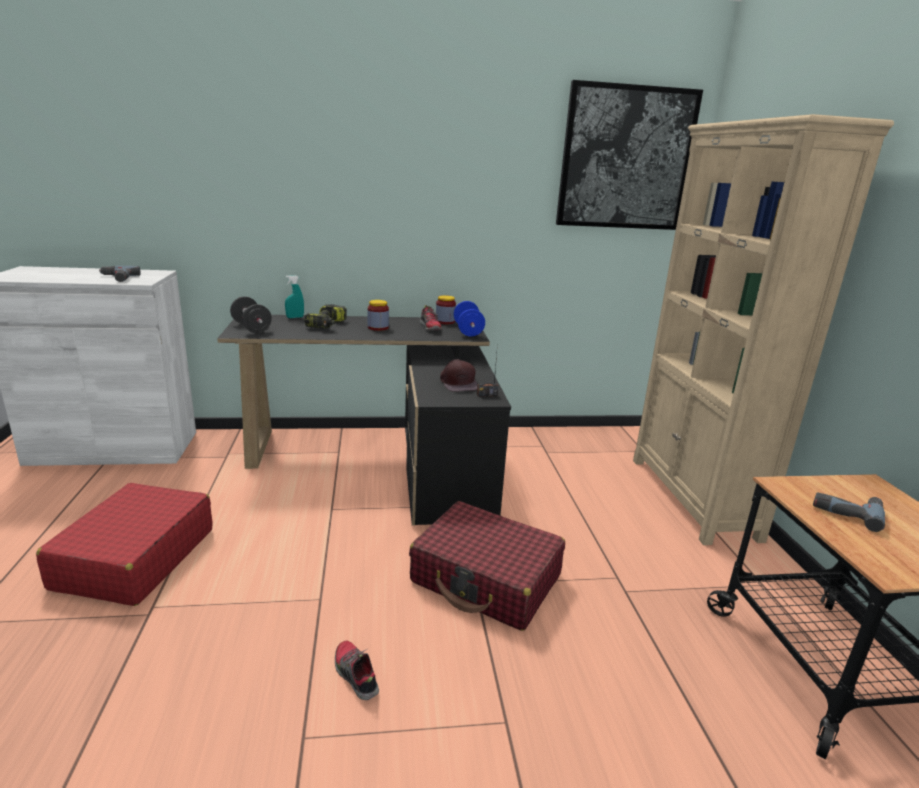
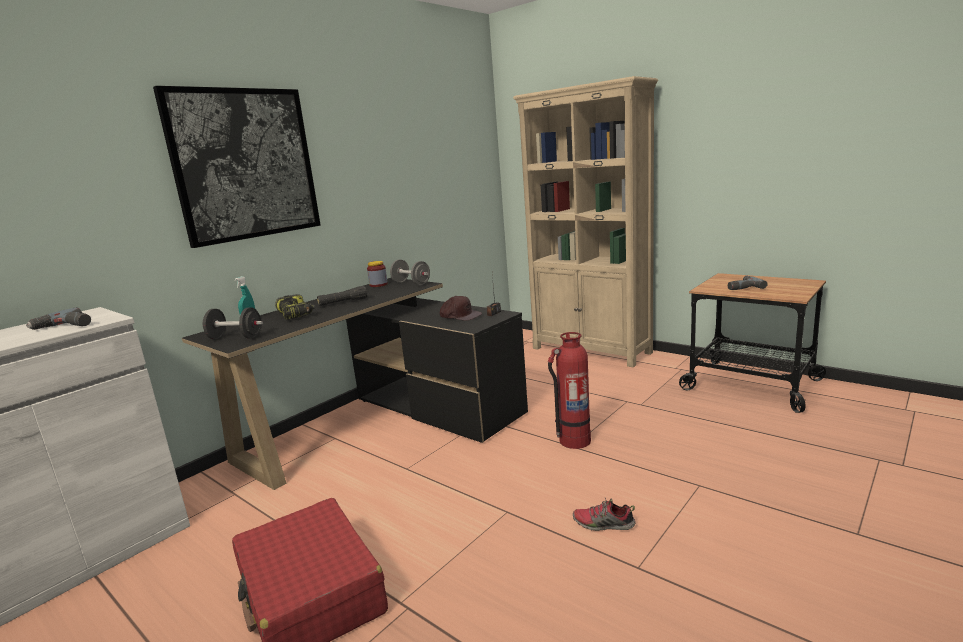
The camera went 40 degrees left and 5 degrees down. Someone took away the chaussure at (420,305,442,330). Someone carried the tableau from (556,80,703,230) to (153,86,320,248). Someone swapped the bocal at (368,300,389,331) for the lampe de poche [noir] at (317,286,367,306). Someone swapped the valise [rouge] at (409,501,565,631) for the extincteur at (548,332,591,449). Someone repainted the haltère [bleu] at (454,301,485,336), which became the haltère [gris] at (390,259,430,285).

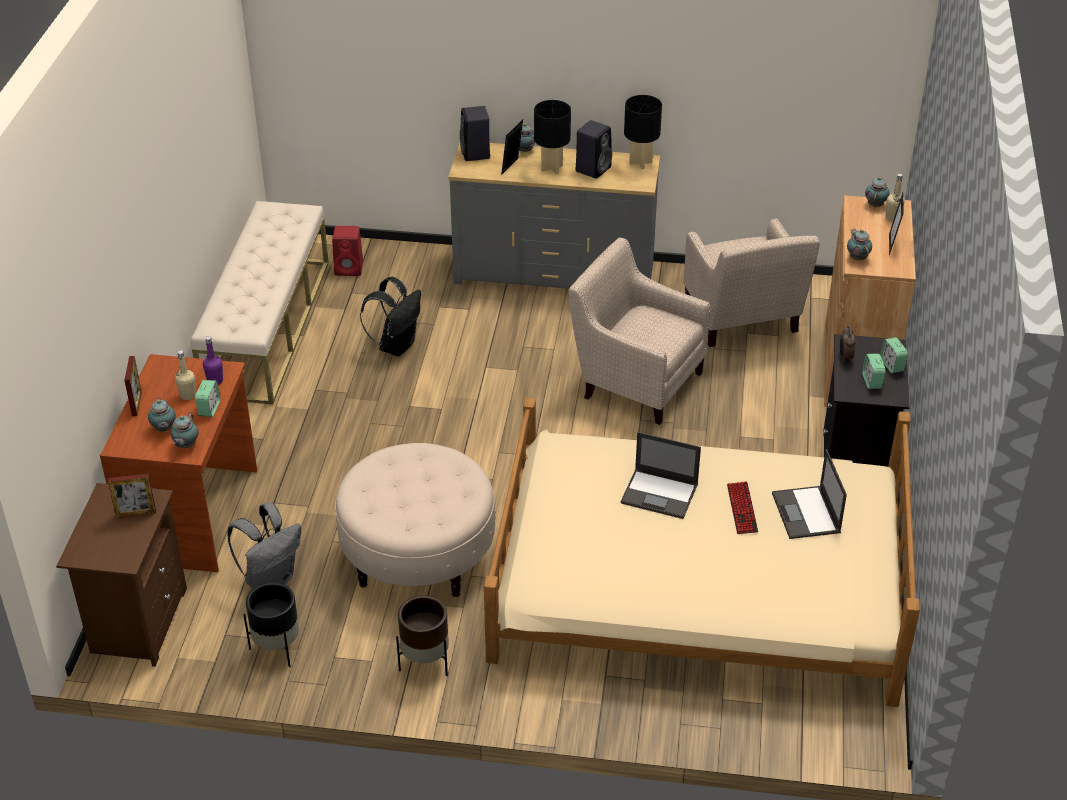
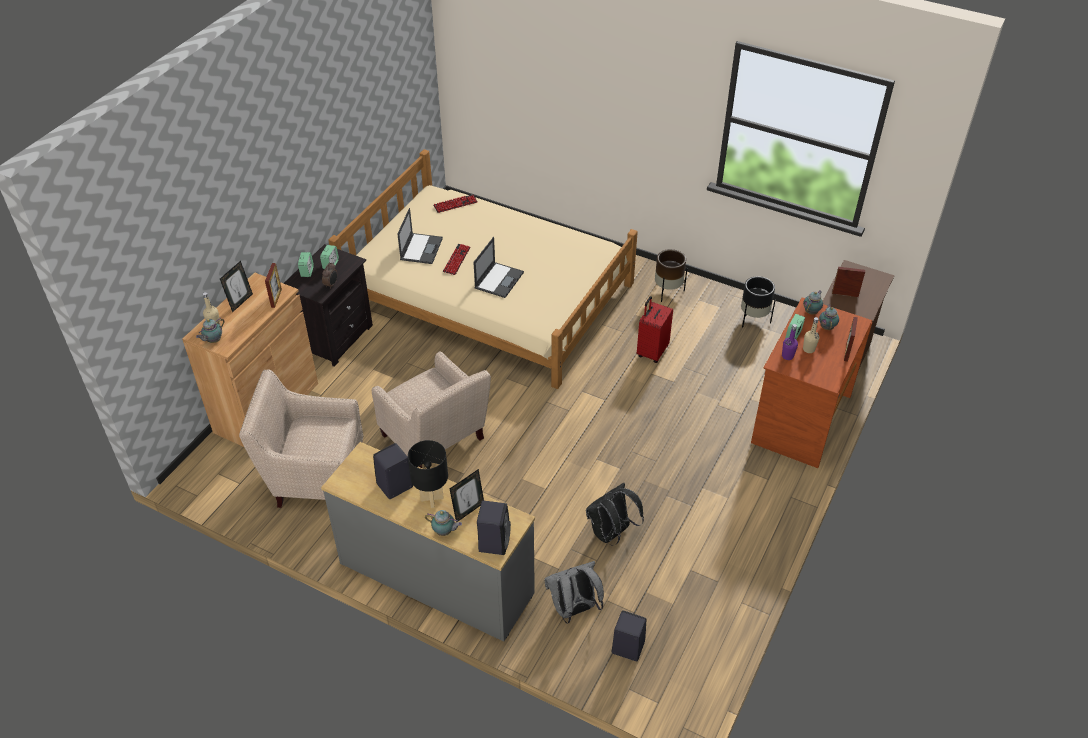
The camera went 160 degrees left and 5 degrees up. Someone took away the banc [beige] at (191,201,329,404). Someone took away the lampe de table [noir] at (624,95,662,169). Someone put down the clavier at (433,194,477,213). Someone carried the sac à dos [gris] from (227,502,301,589) to (545,561,604,623). Someone swapped the pouf [beige] at (335,443,496,597) for the valise [rouge] at (637,296,673,363). Someone swapped the théière at (847,228,872,260) for the cadre photo at (265,263,282,308). Someone repainted the enceinte [rouge] at (332,226,363,276), which became the enceinte [noir] at (612,610,646,661). Someone rotated the ordinateur portable at (621,432,701,519) by 75 degrees clockwise. Someone rotated the fauteuil [beige] at (683,218,820,347) by 90 degrees counterclockwise.

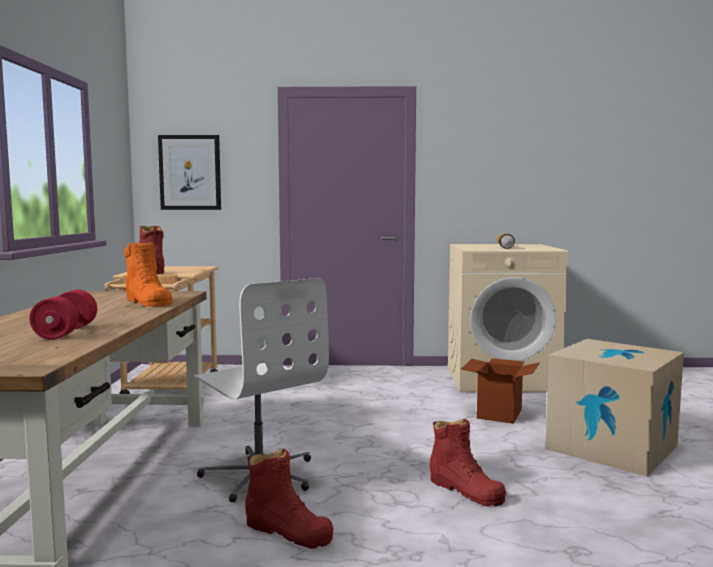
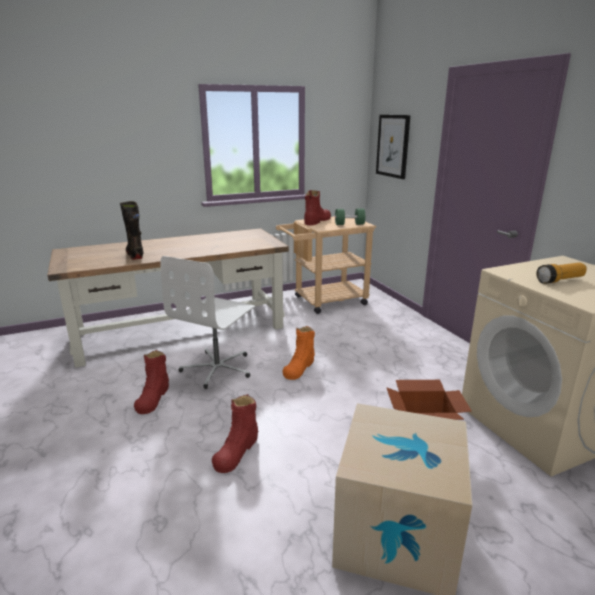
The camera went 65 degrees right and 15 degrees up. Someone put down the haltère [vert] at (335,208,365,225). Someone carried the botte [orange] from (124,242,172,307) to (282,326,315,380). Someone swapped the haltère [rouge] at (29,290,97,340) for the botte [noir] at (120,201,143,260).

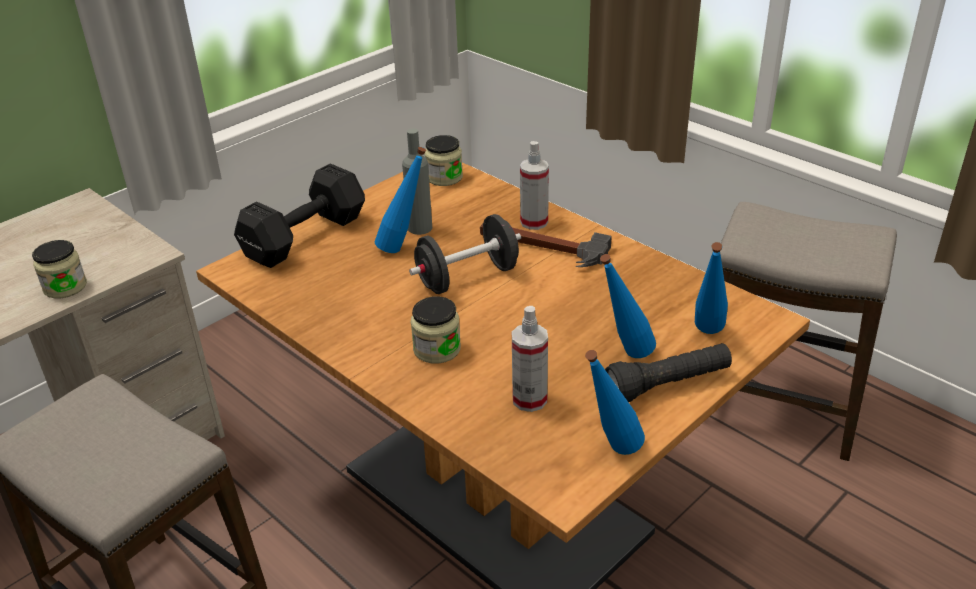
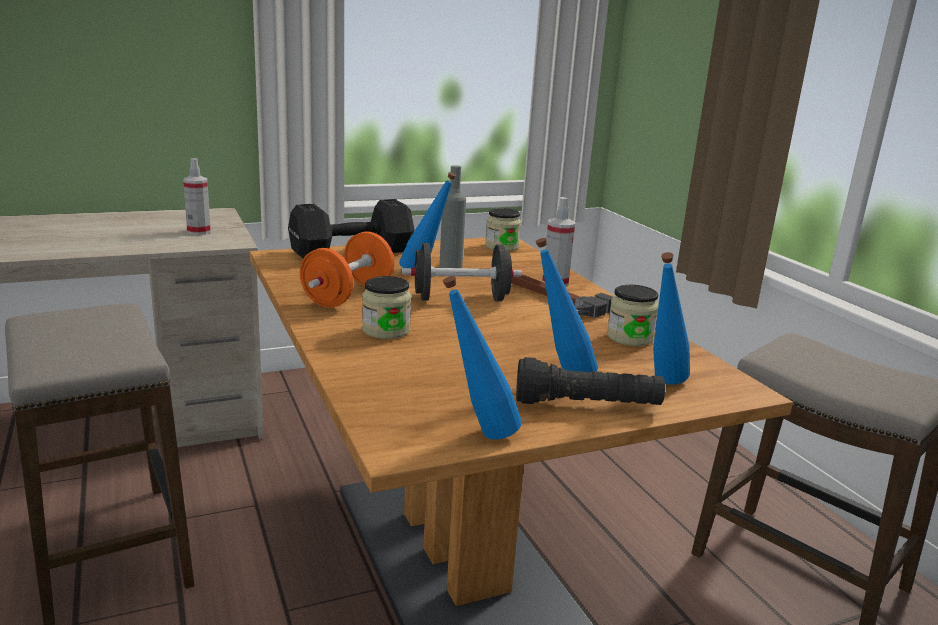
The camera went 20 degrees right and 15 degrees down. Someone put down the haltère [orange] at (300,231,394,308). Someone carried the bocal from (32,240,87,298) to (607,285,659,346). Someone carried the vaporisateur from (512,306,548,412) to (183,158,211,235).

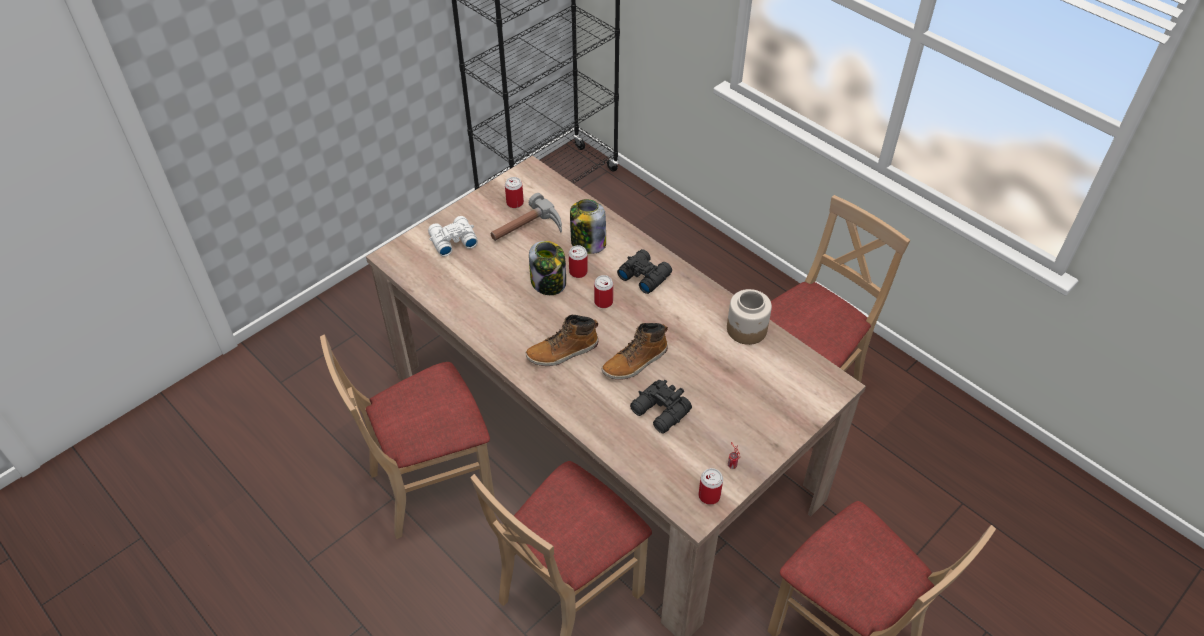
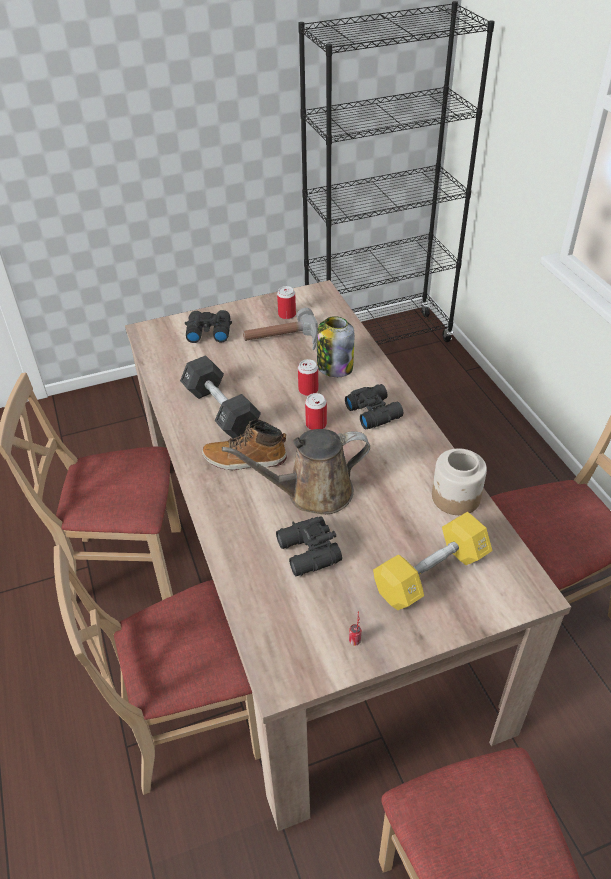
The camera went 25 degrees right and 5 degrees down. Someone took away the bocal at (529,241,566,295). Someone took away the boîte métallique at (698,468,723,505). Someone put down the haltère [noir] at (180,355,261,439). Someone put down the haltère [jaune] at (373,512,493,610). Someone swapped the botte at (602,323,668,380) for the arrosoir [marron] at (222,429,370,515). Someone repainted the jumelles [blanc] at (428,216,478,256), which became the jumelles [noir] at (185,310,232,343).

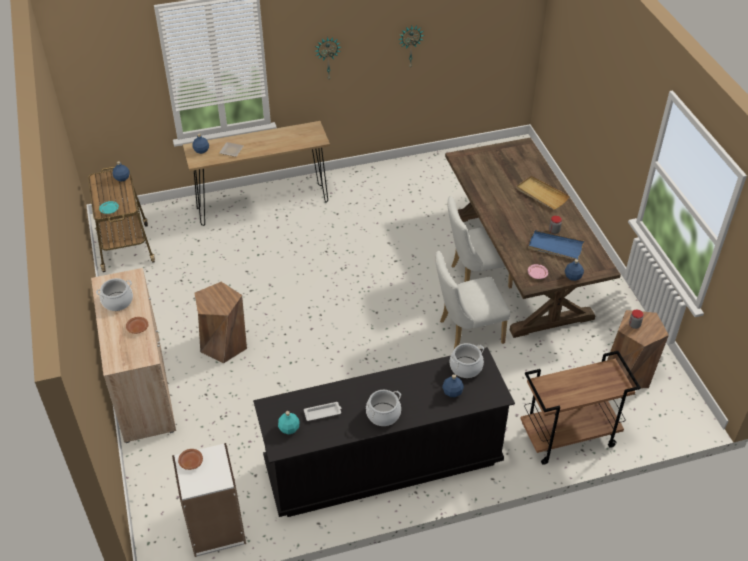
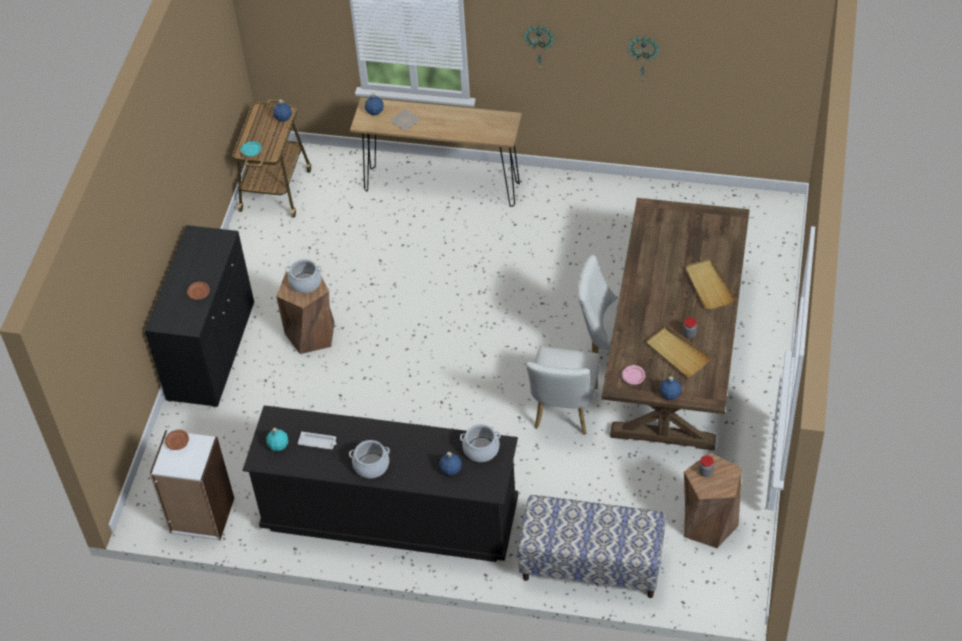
The camera went 30 degrees right and 5 degrees up. Someone carried the marmite from (96,278,133,311) to (285,259,321,293). Someone swapped the chariot [marron] at (520,351,641,465) for the banc at (518,495,666,598). Someone repainted the meuble de rangement [beige] at (91,268,176,443), which became the meuble de rangement [noir] at (145,225,254,407). Someone repainted the plateau [bleu] at (528,230,584,259), which became the plateau [beige] at (645,326,710,377). Someone rotated the chaise [blanc] at (435,251,510,349) by 90 degrees counterclockwise.

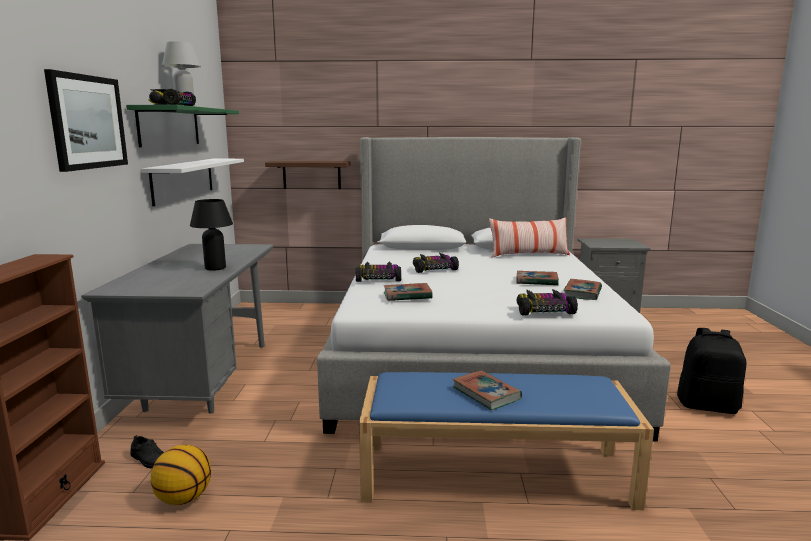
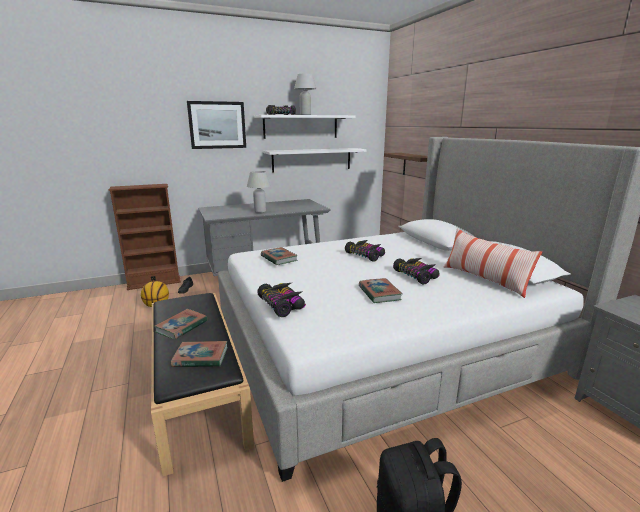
The camera went 65 degrees right and 5 degrees up. Someone carried the petite voiture from (356,261,401,282) to (393,258,439,285). Someone carried the livre from (564,279,602,300) to (171,341,228,367). Someone repainted the étagère [vert] at (126,105,239,147), which became the étagère [blanc] at (254,115,355,139). Someone repainted the lampe de table [noir] at (190,199,233,271), which became the lampe de table [blanc] at (247,171,271,213). Someone repainted the banc [bleu] at (359,372,654,510), which became the banc [noir] at (151,293,254,476).

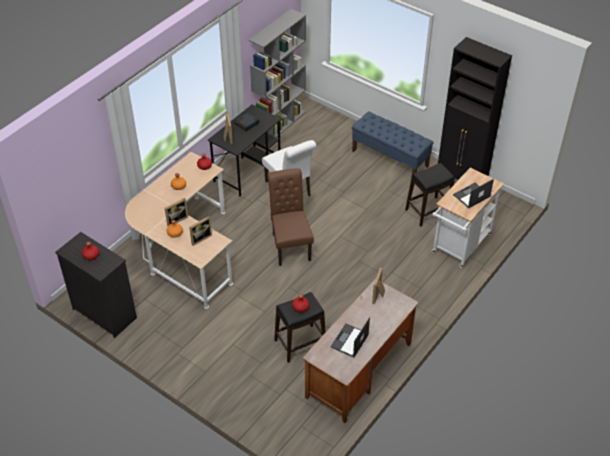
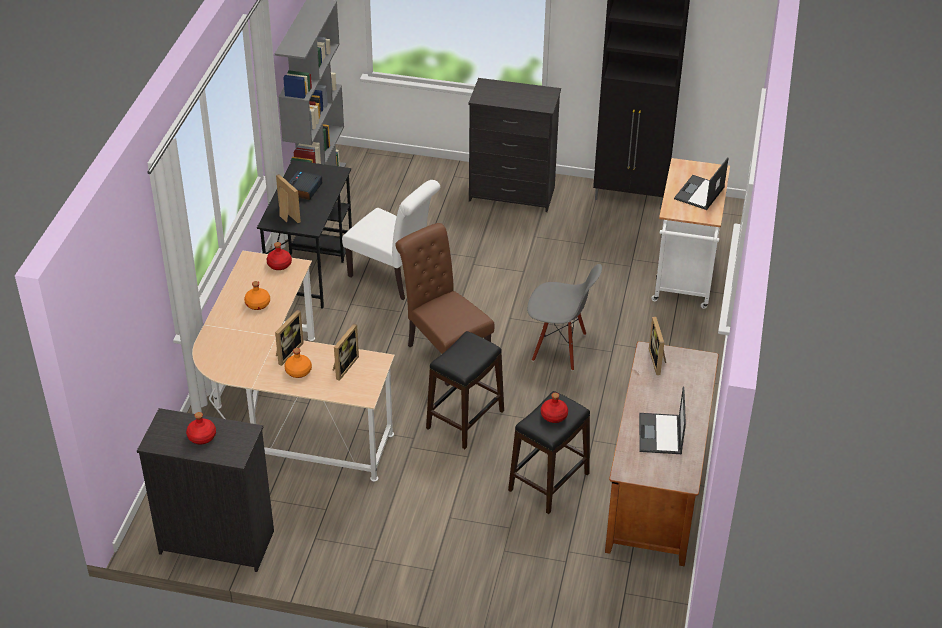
The camera went 25 degrees left and 5 degrees down. Someone put down the chaise [gris] at (527,264,602,371). Someone carried the tabouret [noir] from (405,163,455,227) to (426,331,504,449). Someone swapped the banc [bleu] at (352,111,434,174) for the commode [noir] at (469,78,561,212).

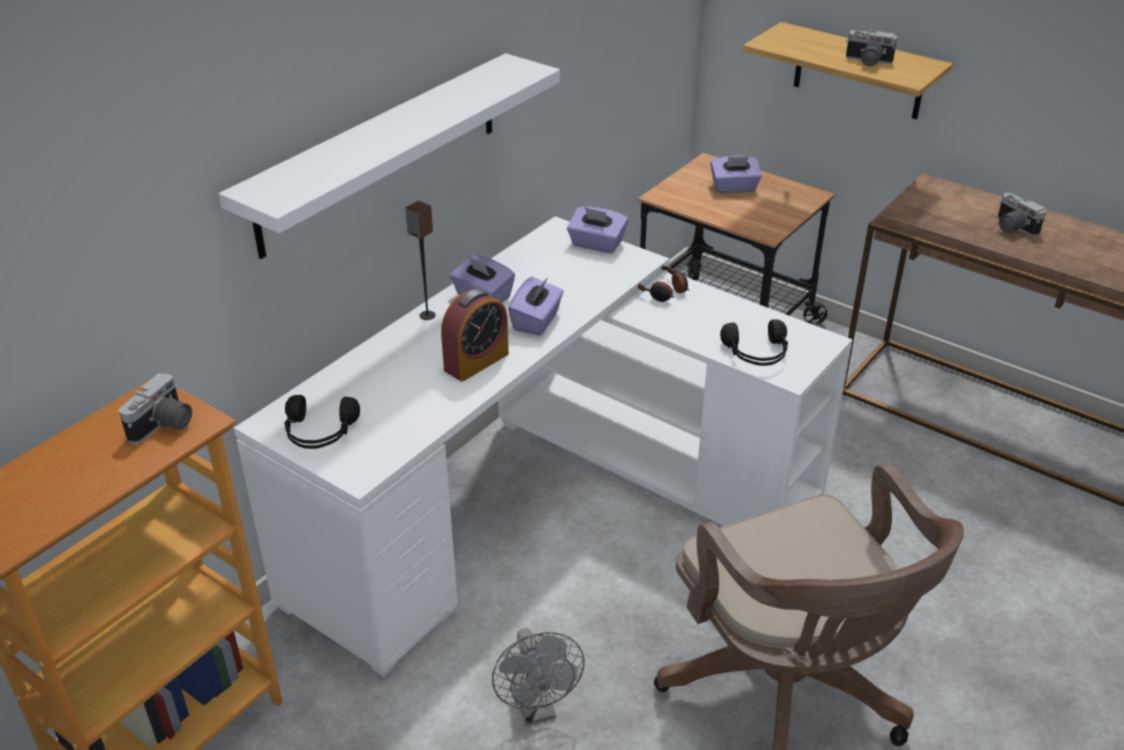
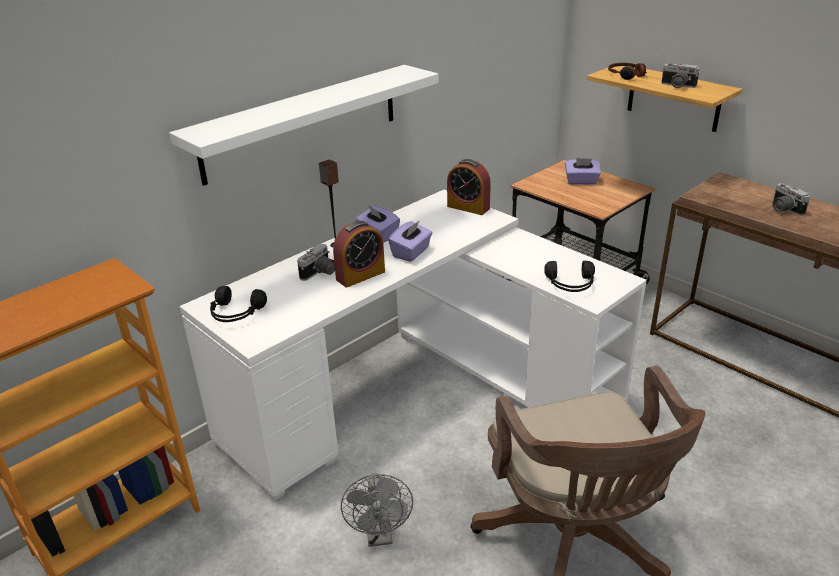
The camera went 10 degrees right and 5 degrees down. Someone carried the appareil photo from (119,373,192,444) to (297,243,335,281). Someone carried the casque audio from (638,265,689,302) to (608,63,647,80). Someone swapped the boîte à mouchoirs [violet] at (567,206,628,253) for the réveil at (447,159,491,215).

